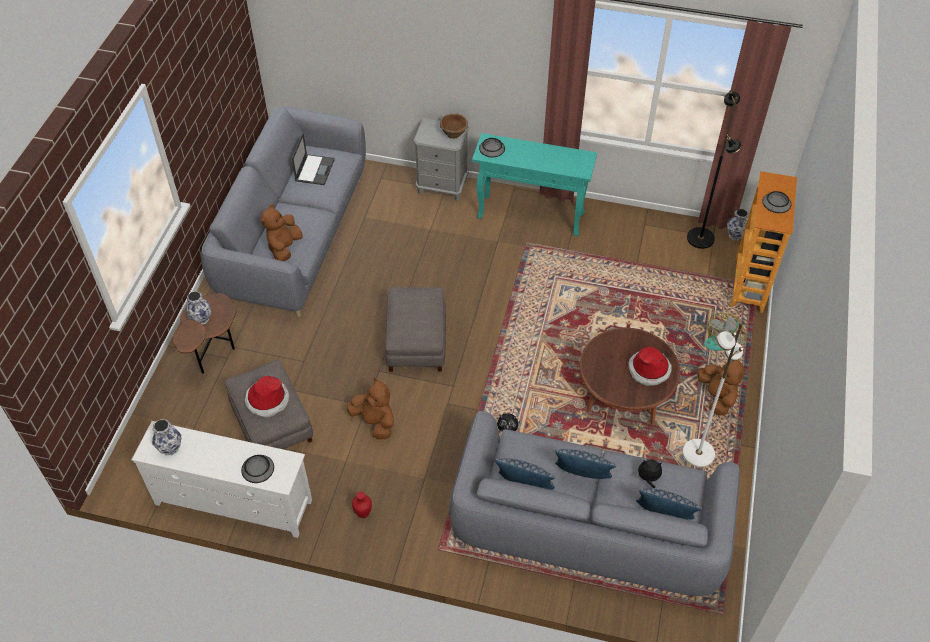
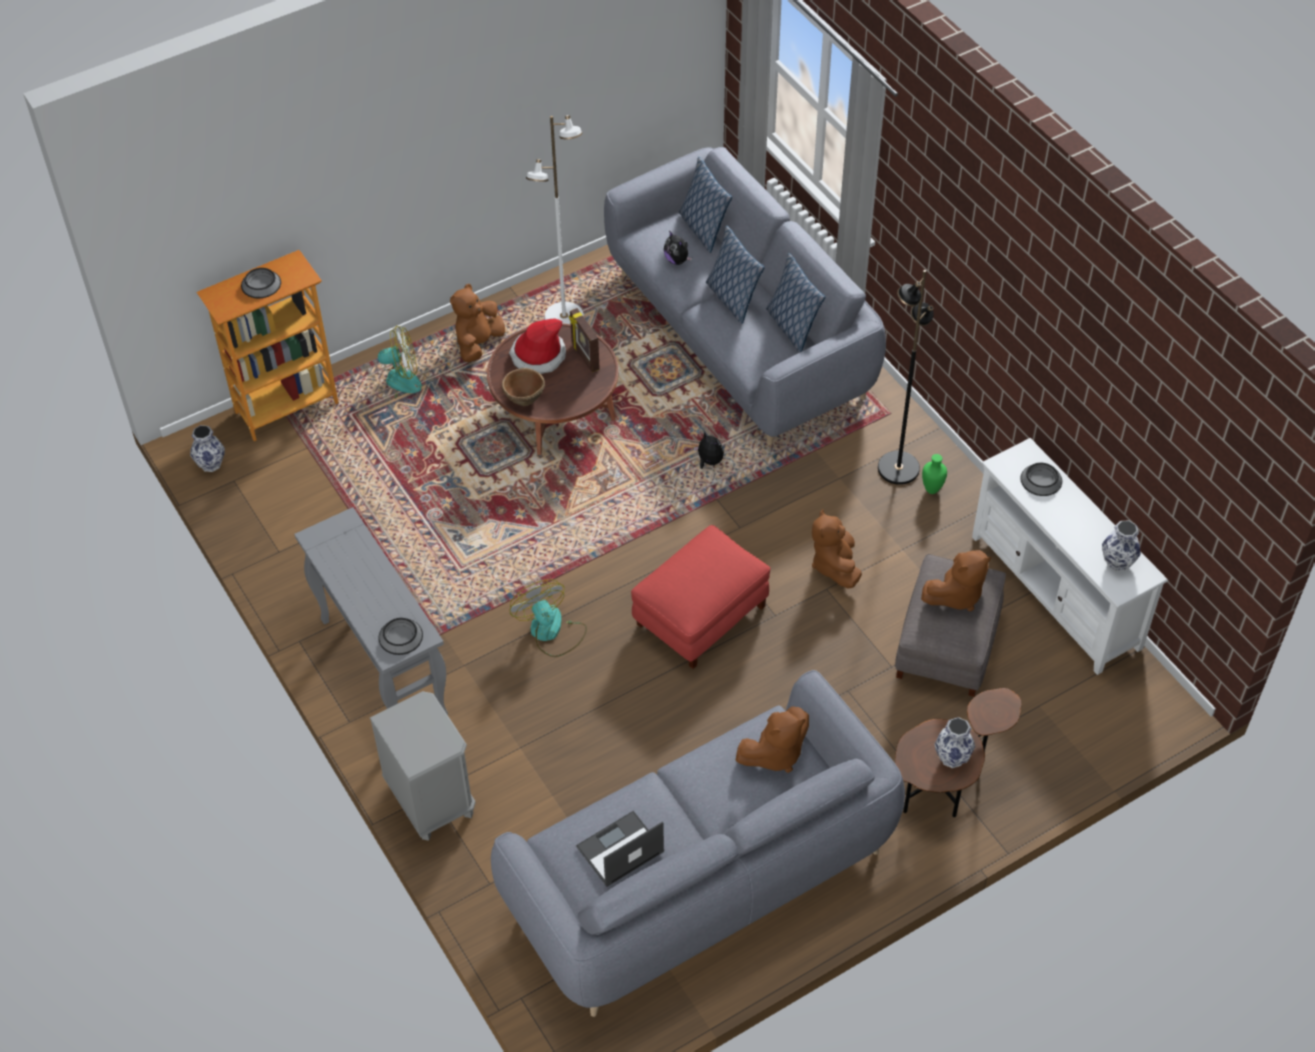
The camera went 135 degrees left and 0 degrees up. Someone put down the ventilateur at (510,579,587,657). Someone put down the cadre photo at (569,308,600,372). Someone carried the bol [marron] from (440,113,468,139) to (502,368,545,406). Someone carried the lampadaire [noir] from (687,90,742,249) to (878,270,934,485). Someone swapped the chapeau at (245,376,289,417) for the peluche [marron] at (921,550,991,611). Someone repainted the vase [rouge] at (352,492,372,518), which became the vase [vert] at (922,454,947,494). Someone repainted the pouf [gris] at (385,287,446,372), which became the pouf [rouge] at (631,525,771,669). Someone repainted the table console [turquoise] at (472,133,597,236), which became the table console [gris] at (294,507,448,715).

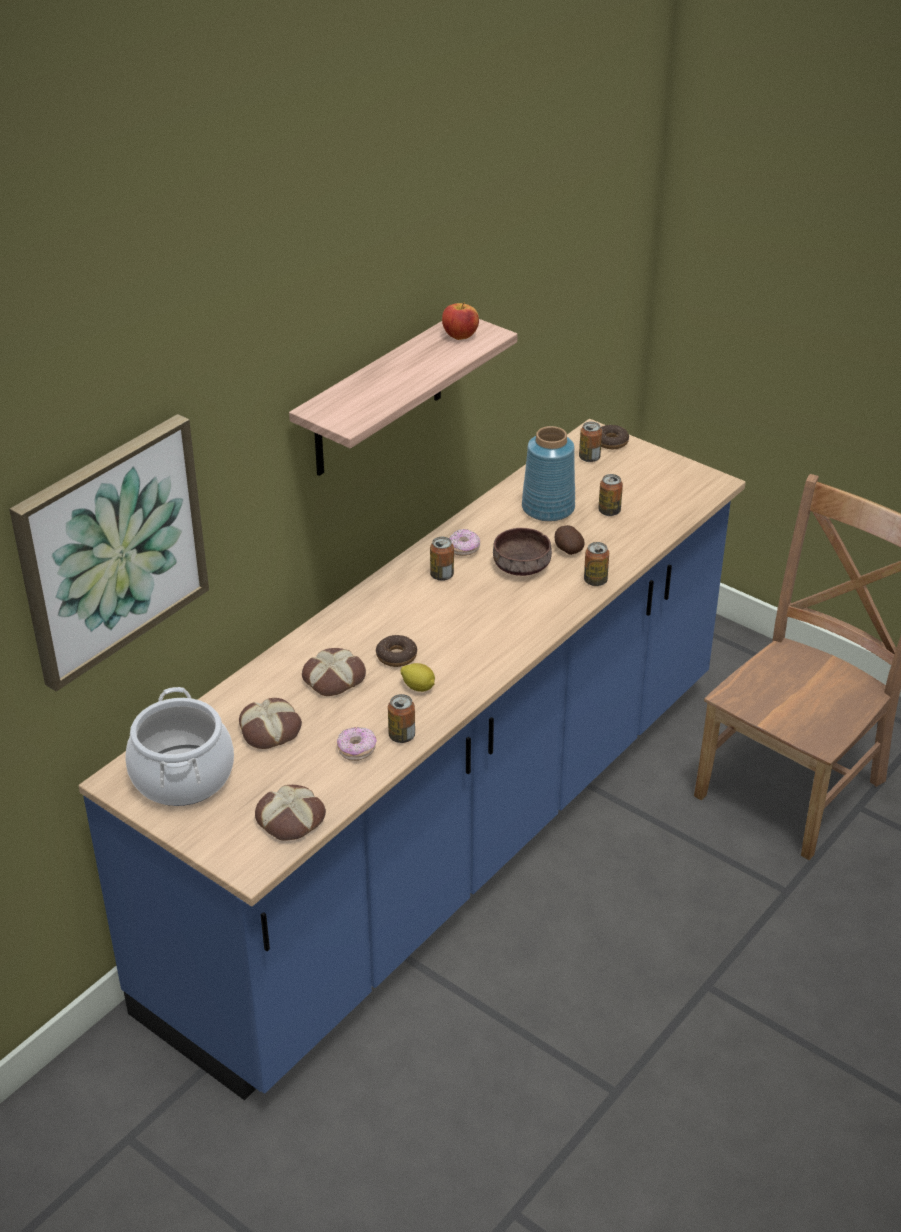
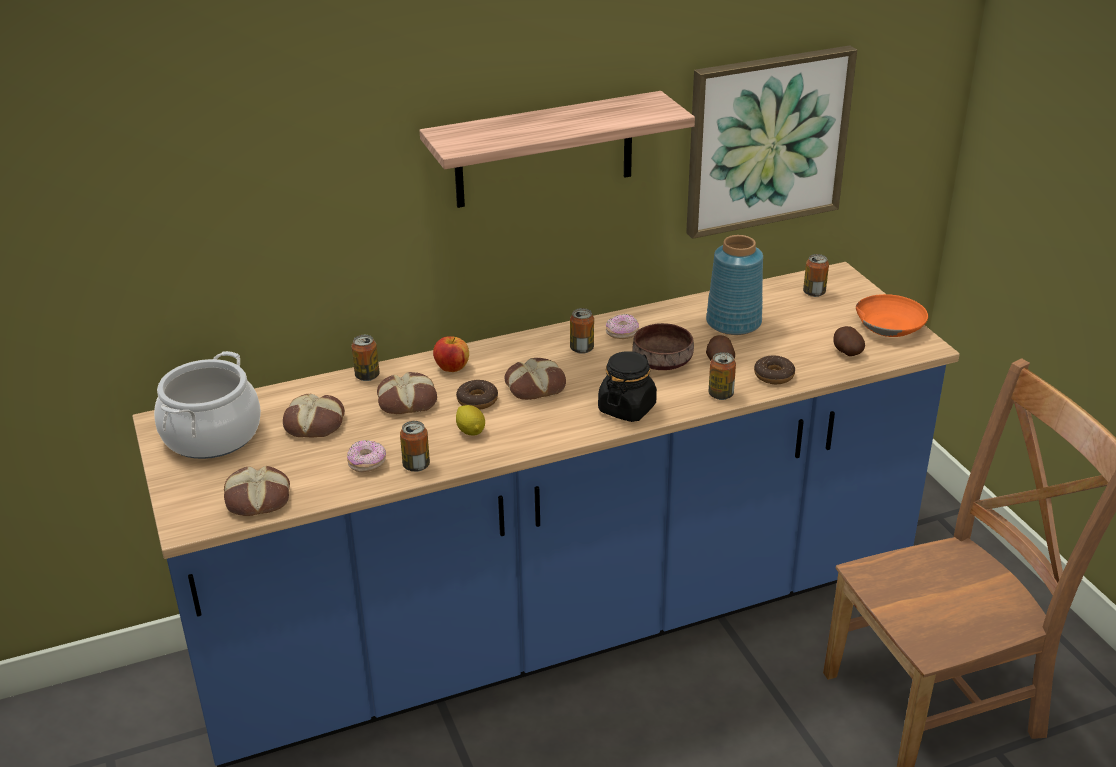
The camera went 30 degrees right and 5 degrees down. Someone put down the pain at (504,358,566,400). Someone put down the bocal [noir] at (598,351,657,422). Someone put down the pomme de terre at (834,326,865,356). Someone put down the bol [orange] at (856,294,928,337). Someone carried the tableau from (9,414,209,691) to (686,45,857,239). Someone carried the pomme from (442,302,479,340) to (433,336,469,372). Someone carried the boîte métallique from (598,474,623,516) to (351,335,380,381). Someone carried the beignet from (600,425,629,449) to (754,355,795,384).

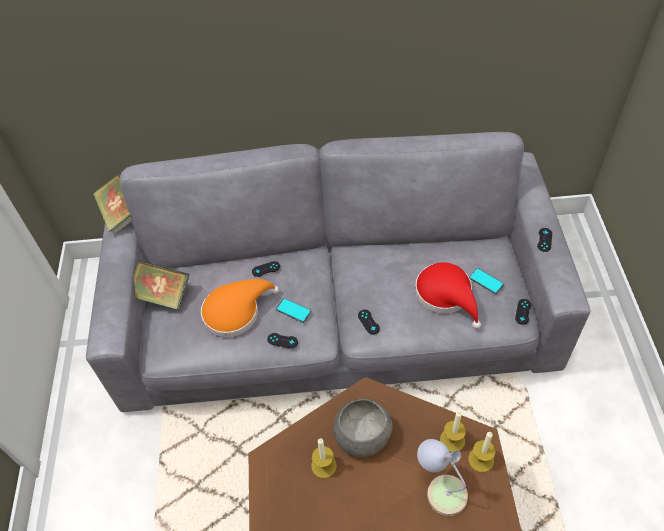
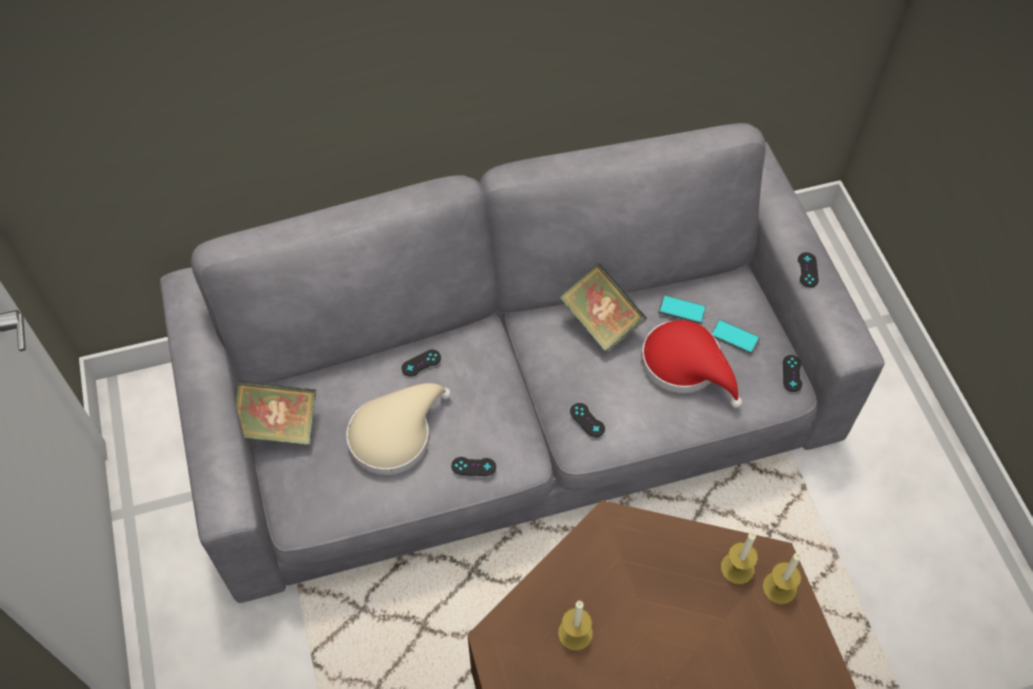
The camera went 15 degrees left and 5 degrees up. Someone took away the bol [gris] at (333,398,393,457). Someone took away the lampe de table at (417,439,468,516). Someone carried the livre from (93,173,132,235) to (560,264,647,353). Someone carried the téléphone from (276,298,311,323) to (658,295,706,324). Someone repainted the chapeau [orange] at (201,279,279,337), which became the chapeau [beige] at (346,383,451,475).

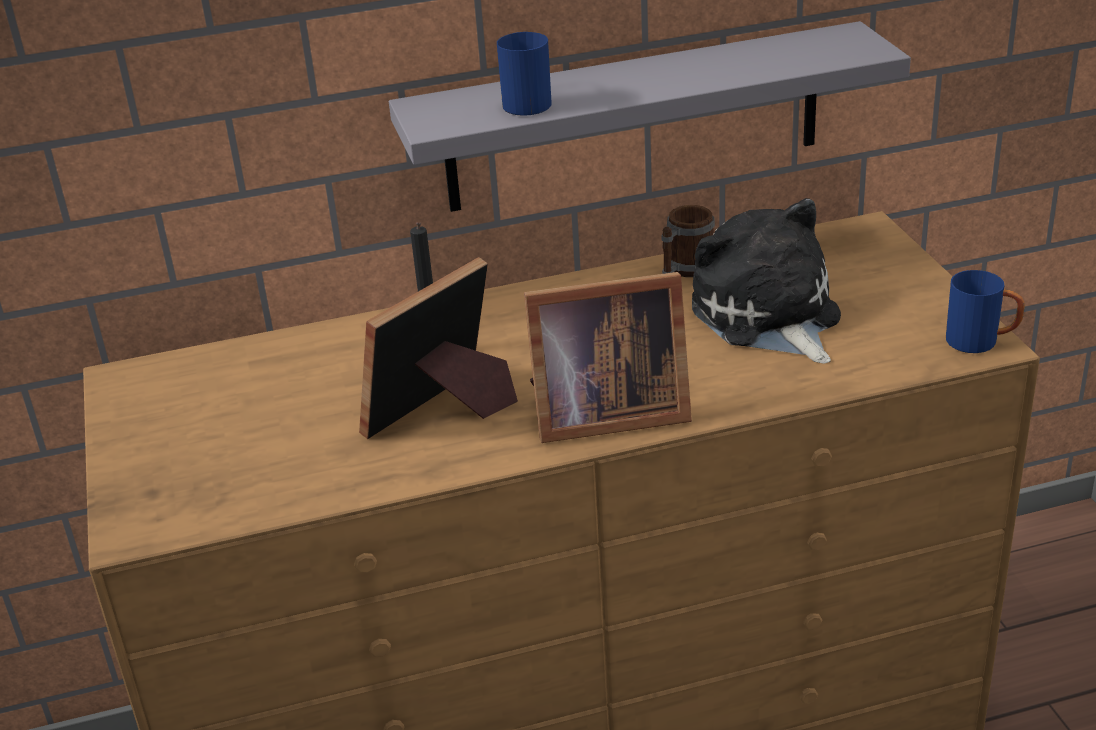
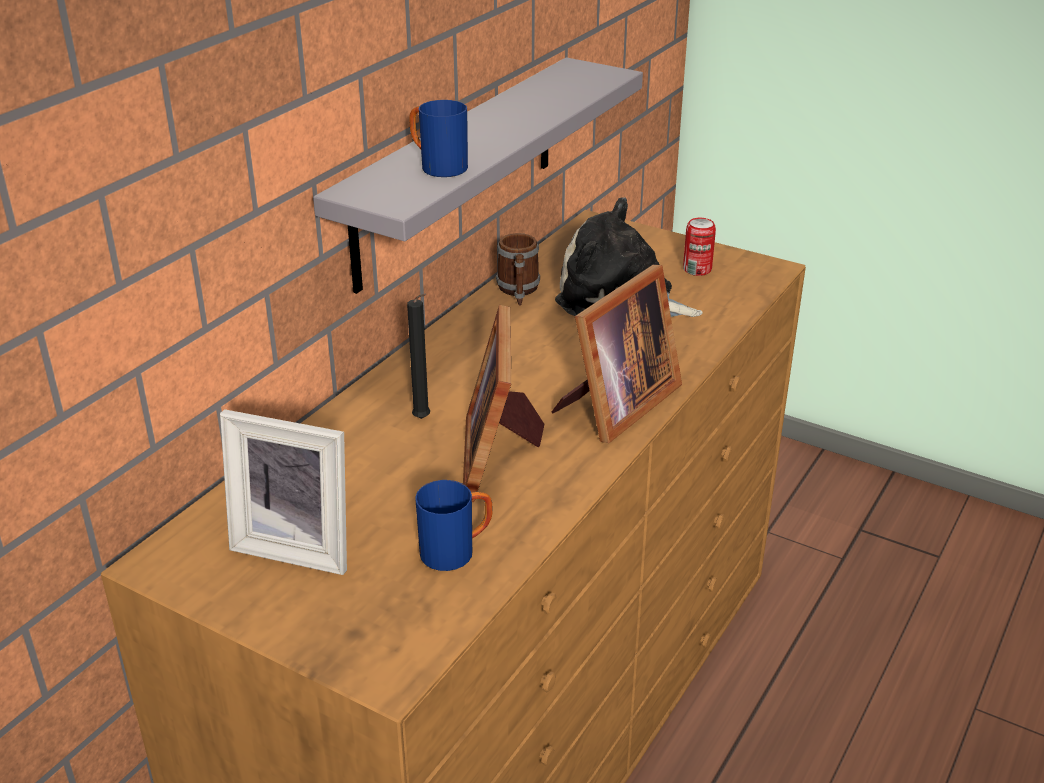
The camera went 45 degrees left and 0 degrees up. Someone put down the cadre photo at (220,409,347,575). Someone put down the boîte métallique at (683,218,716,276). Someone carried the mug [bleu] from (946,270,1025,353) to (415,480,492,571).

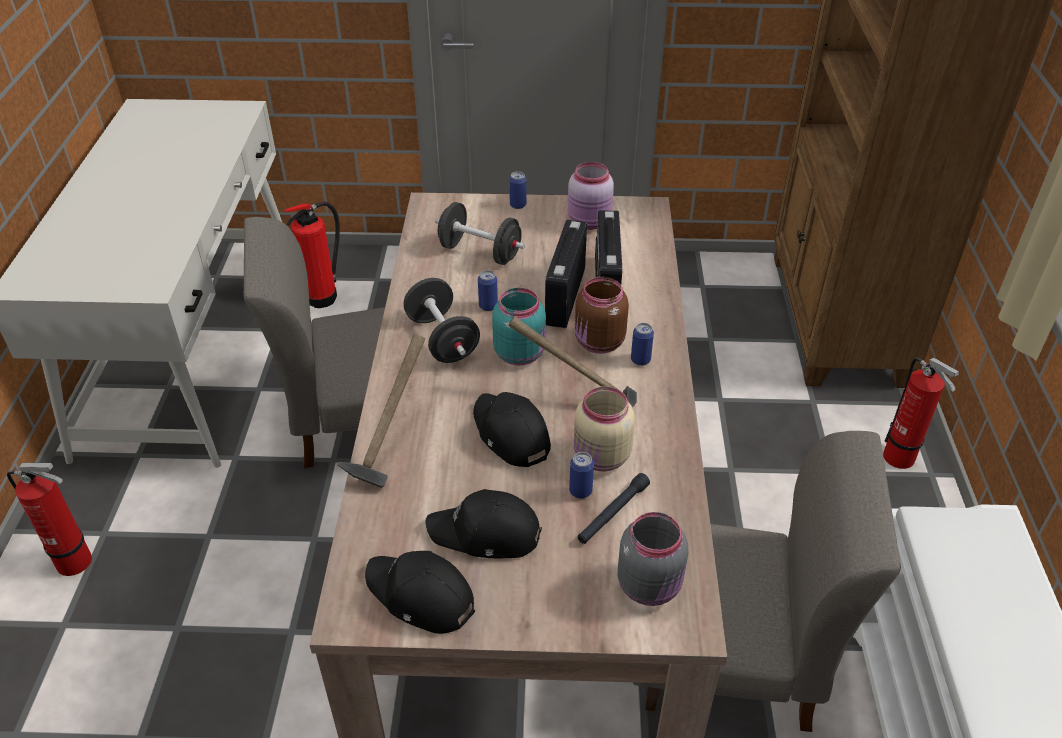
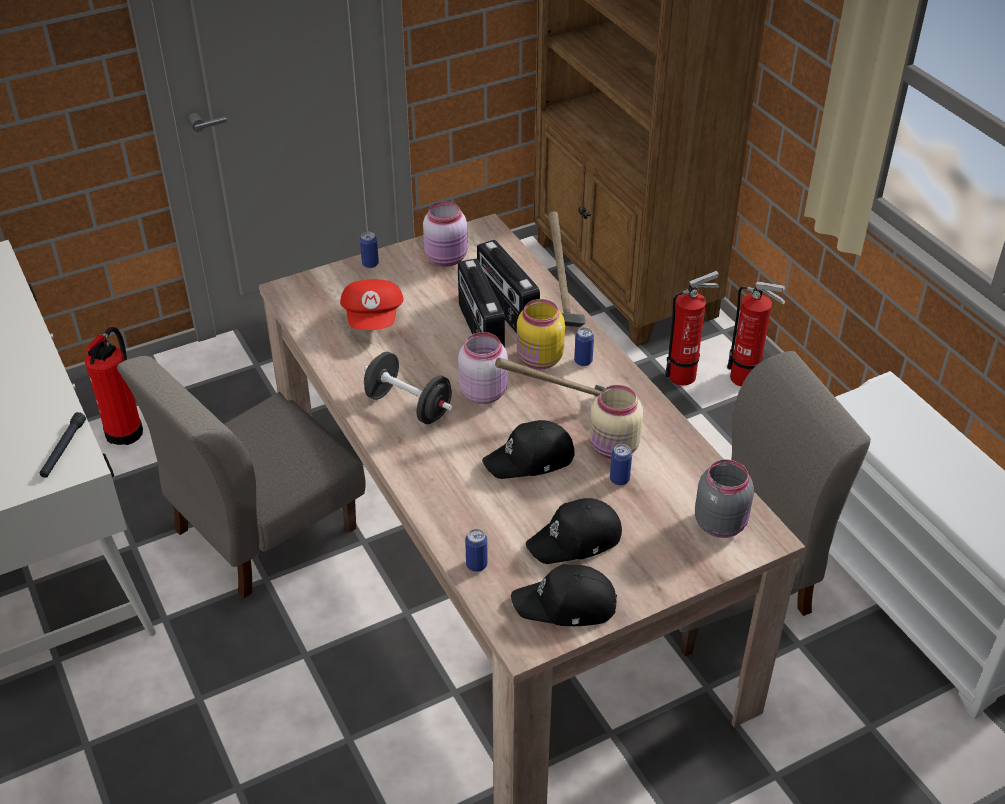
The camera went 30 degrees left and 0 degrees up. Someone carried the extincteur from (7,463,92,576) to (665,271,719,385). Someone carried the marteau from (338,334,425,488) to (548,212,586,327). Someone carried the boîte métallique from (478,270,498,311) to (465,529,488,572). Someone carried the lampe de poche [noir] from (578,473,650,544) to (40,412,86,478). Someone swapped the haltère [noir] at (435,202,525,265) for the casquette [rouge] at (340,279,404,330). Someone repainted the bocal [turquoise] at (492,288,546,365), which became the bocal [rose] at (458,332,508,404). Someone repainted the bocal [marron] at (575,277,629,354), which became the bocal [jaune] at (517,299,565,369). Someone rotated the casquette [noir] at (473,392,551,467) by 45 degrees counterclockwise.

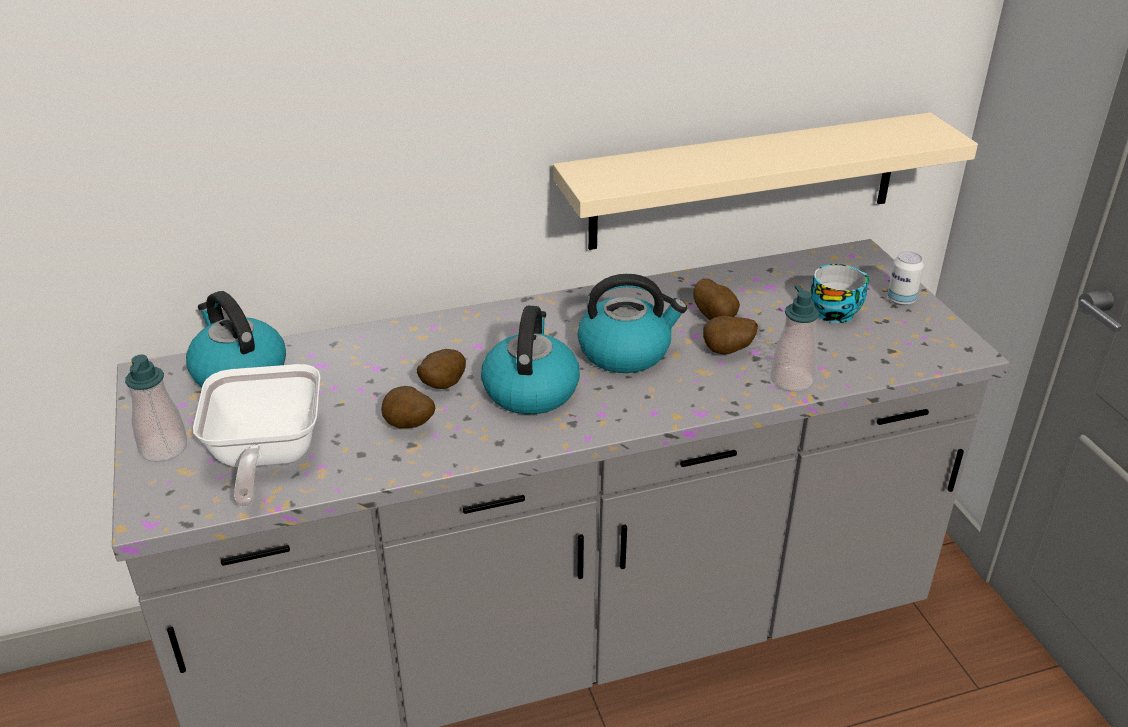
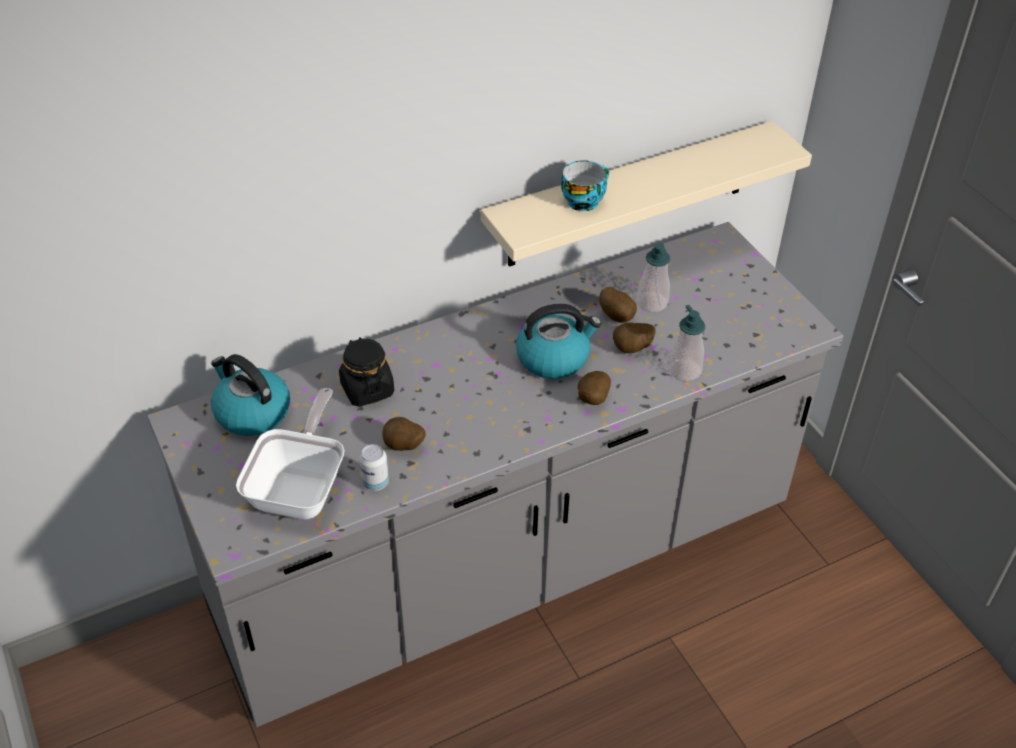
The camera went 10 degrees left and 10 degrees up. Someone took away the bouilloire at (481,306,580,414). Someone put down the bocal [noir] at (339,337,394,407). Someone carried the distributeur de savon from (125,354,187,462) to (637,243,670,312). Someone carried the pomme de terre from (417,349,466,389) to (578,371,611,405). Someone carried the tasse from (810,264,869,323) to (561,160,609,211). Someone carried the boîte métallique from (887,251,924,306) to (359,444,389,491). Someone rotated the poêle at (193,364,320,507) by 150 degrees counterclockwise.

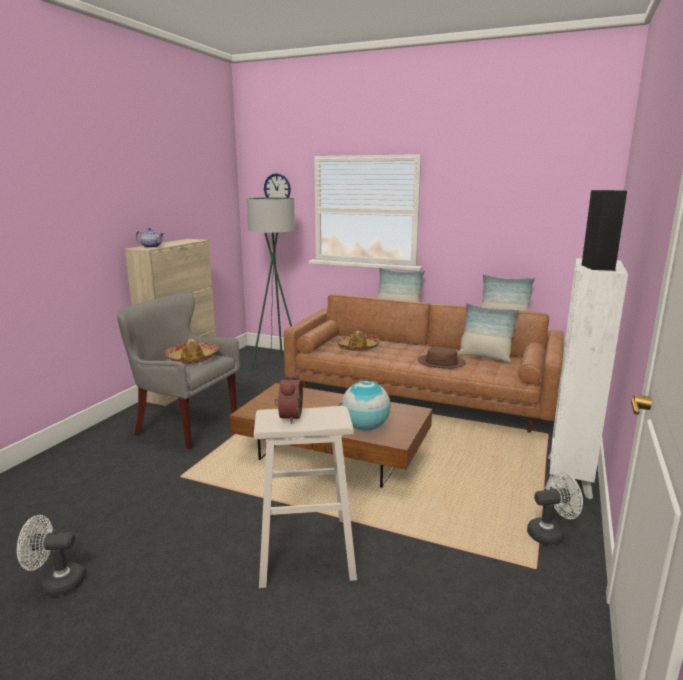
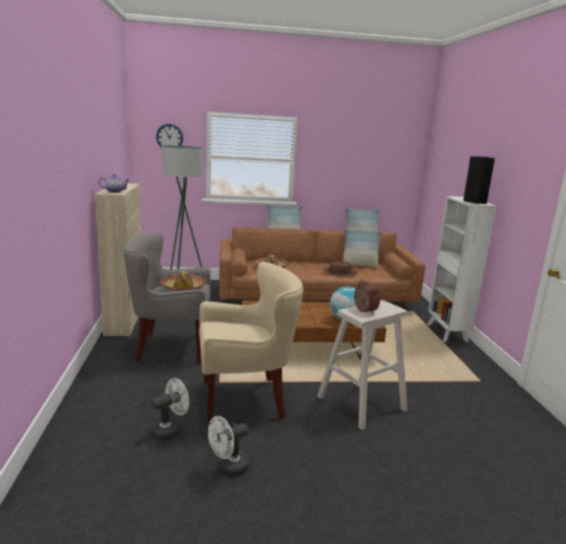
The camera went 30 degrees left and 0 degrees up. Someone put down the fauteuil [beige] at (199,262,303,425). Someone carried the ventilateur [blanc] from (527,472,583,545) to (150,378,189,441).

